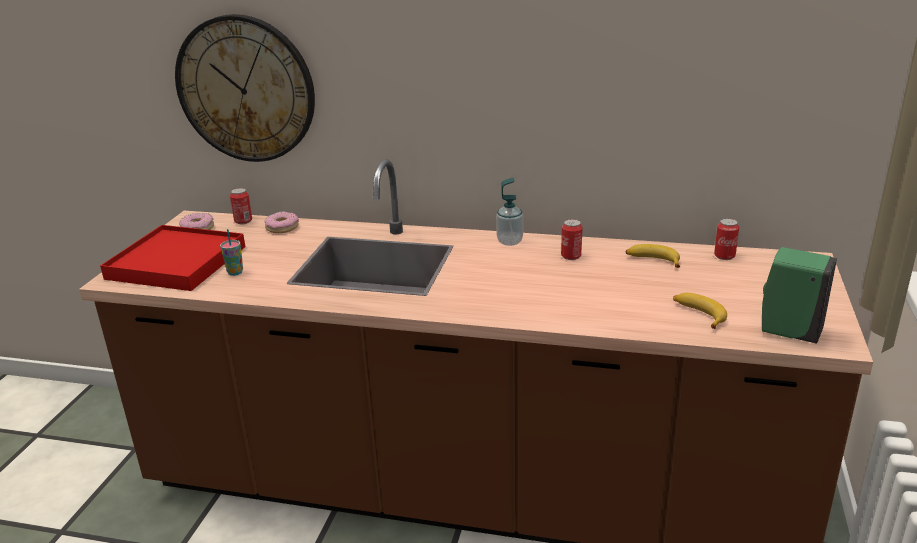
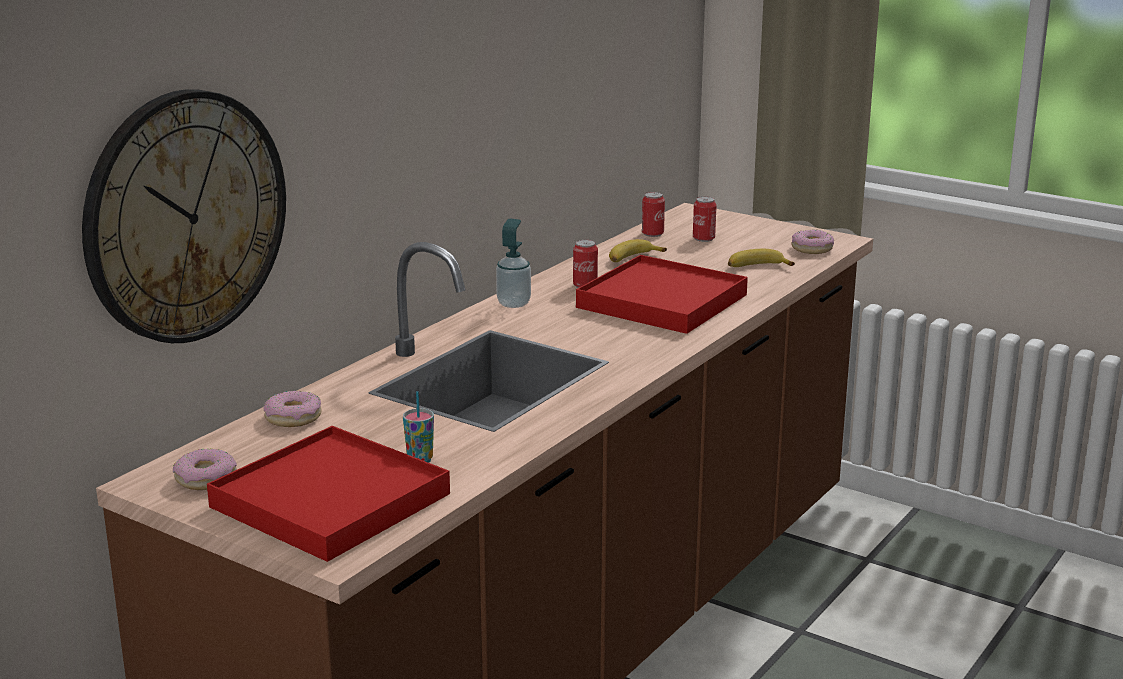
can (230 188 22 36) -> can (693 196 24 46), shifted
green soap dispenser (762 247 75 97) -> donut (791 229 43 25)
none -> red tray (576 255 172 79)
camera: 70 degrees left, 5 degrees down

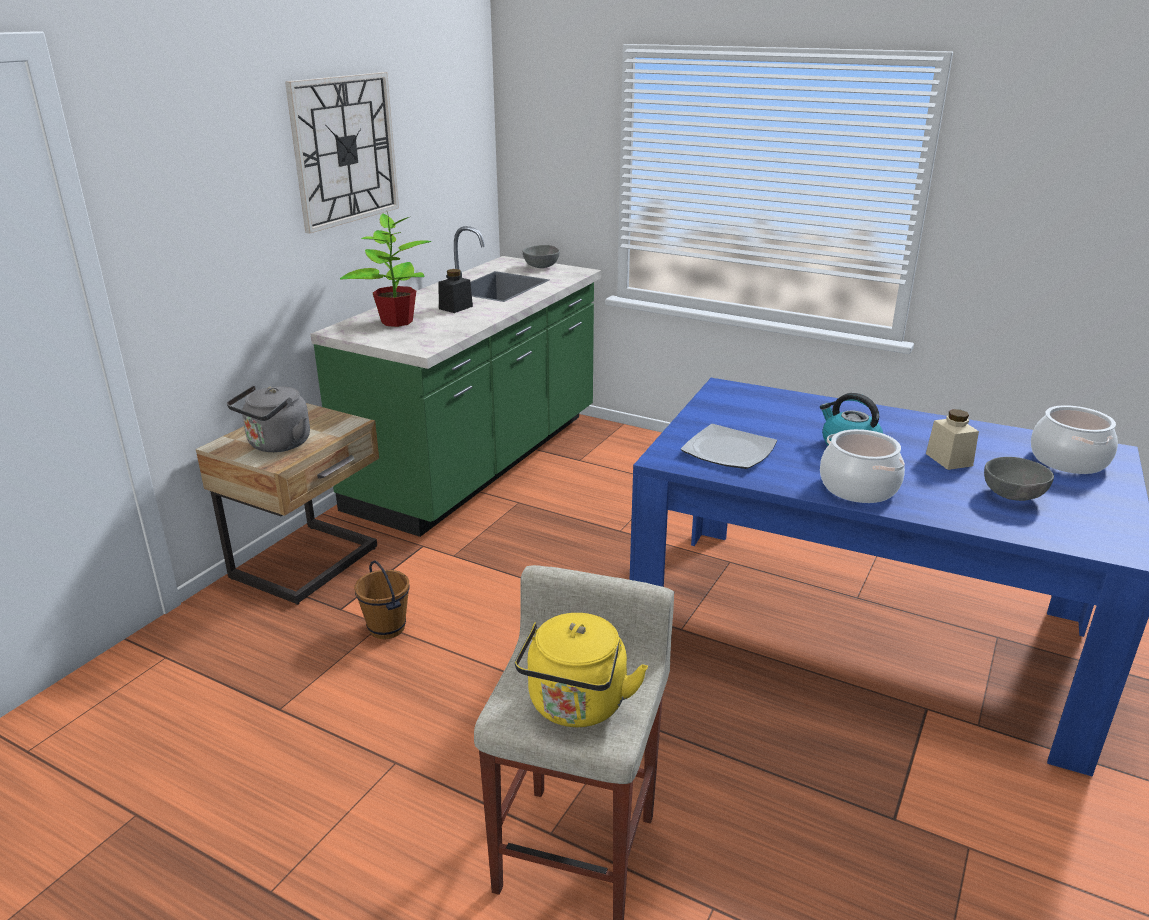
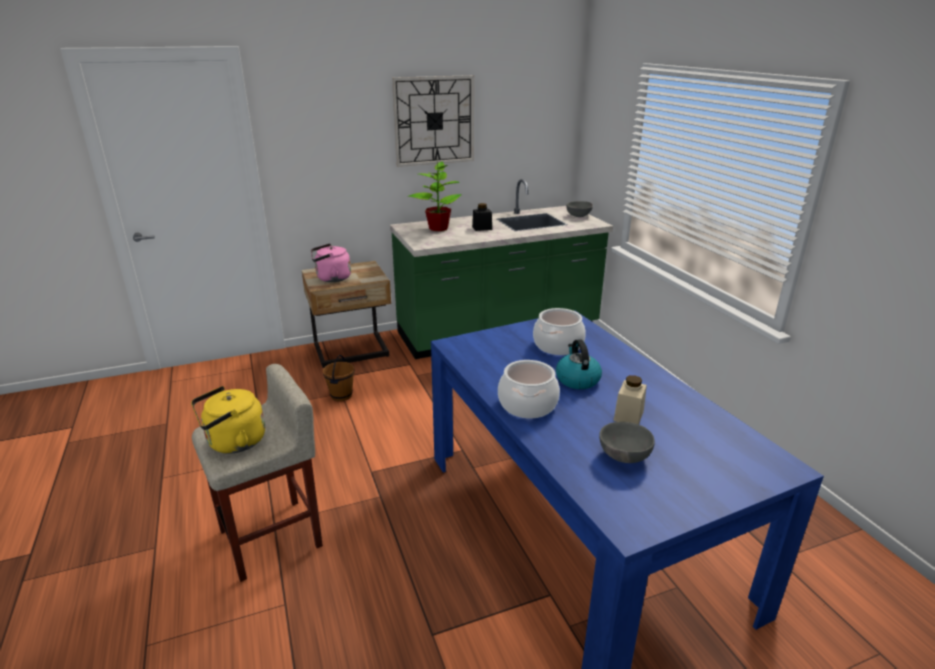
grey kettle (227 385 83 67) -> pink kettle (311 243 40 39)
cooking pot (1031 405 87 69) -> cooking pot (533 308 53 47), shifted
plate (681 424 96 45) -> none
camera: 40 degrees right, 0 degrees up

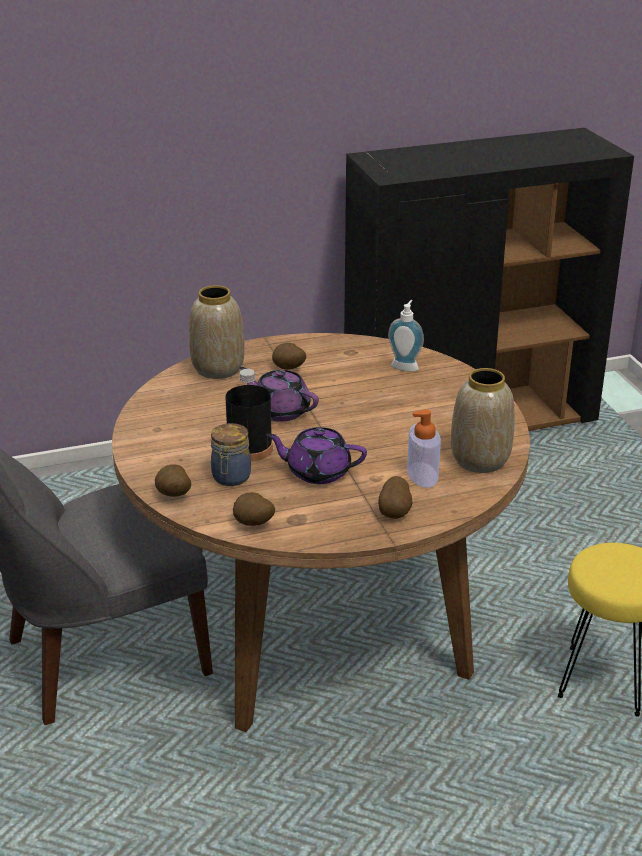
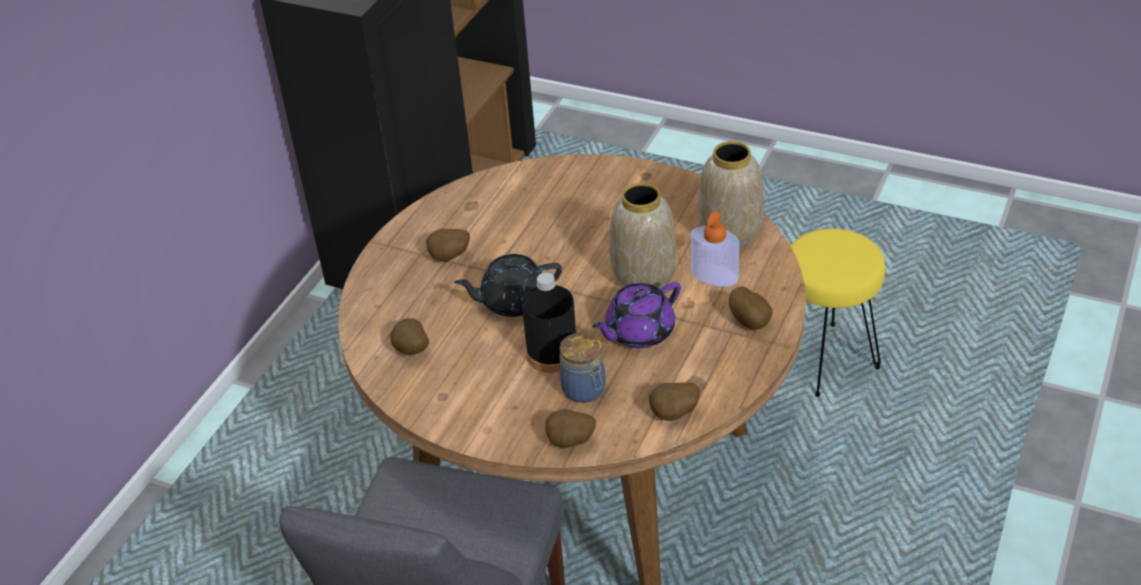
vase (189 285 56 94) -> vase (609 183 67 105), shifted
soap dispenser (388 300 36 72) -> none
purple teapot (239 367 80 55) -> black teapot (454 254 108 63)
none -> potato (390 318 39 37)
camera: 45 degrees left, 10 degrees up

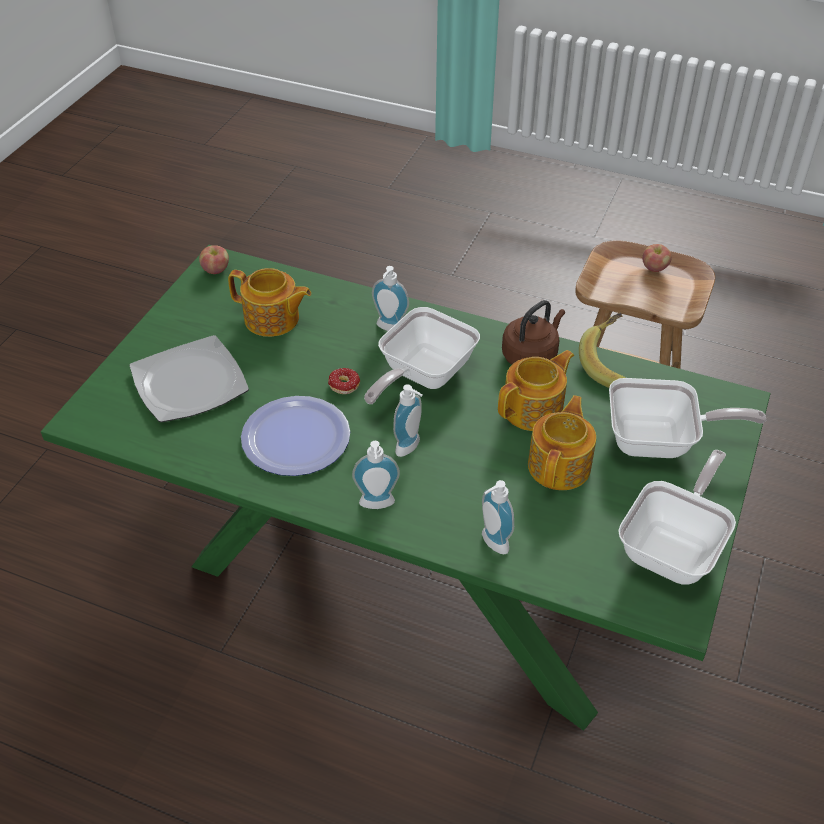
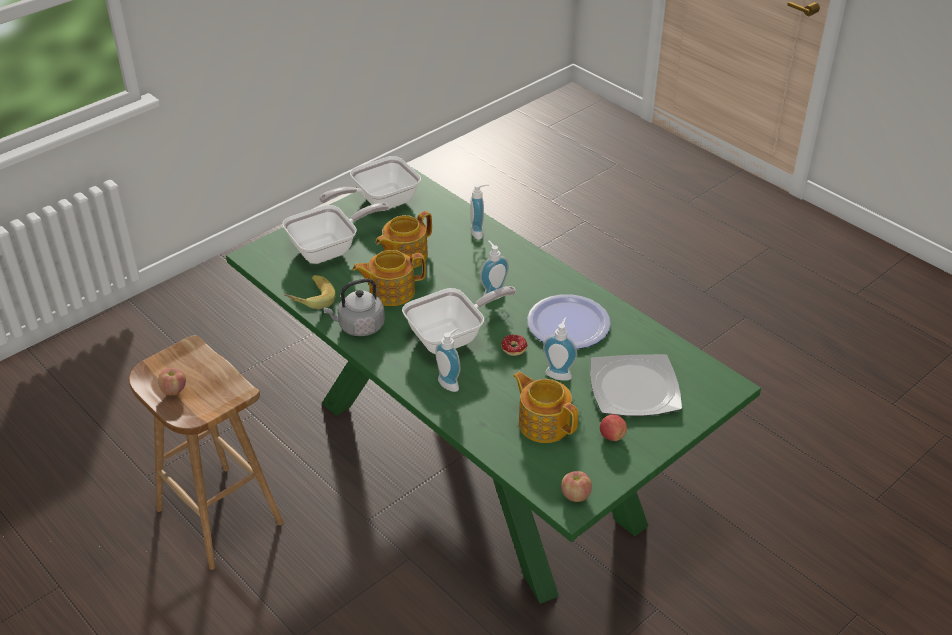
brown kettle (502 300 63 65) -> grey kettle (323 278 62 58)
frying pan (609 378 158 80) -> frying pan (282 203 107 61), 120 degrees clockwise
soap dispenser (352 441 48 68) -> soap dispenser (543 317 34 63), shifted
none -> apple (600 414 27 27)
camera: 155 degrees left, 5 degrees down

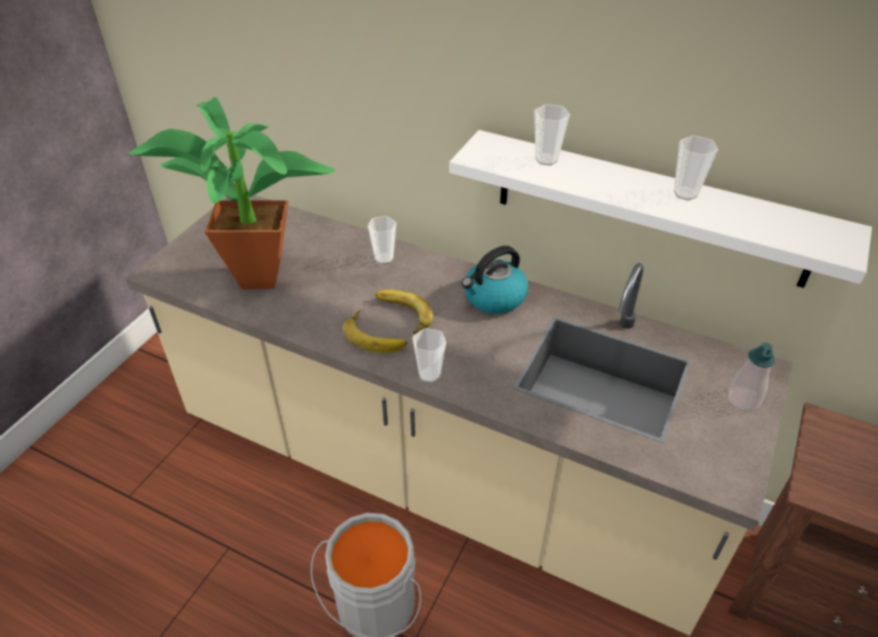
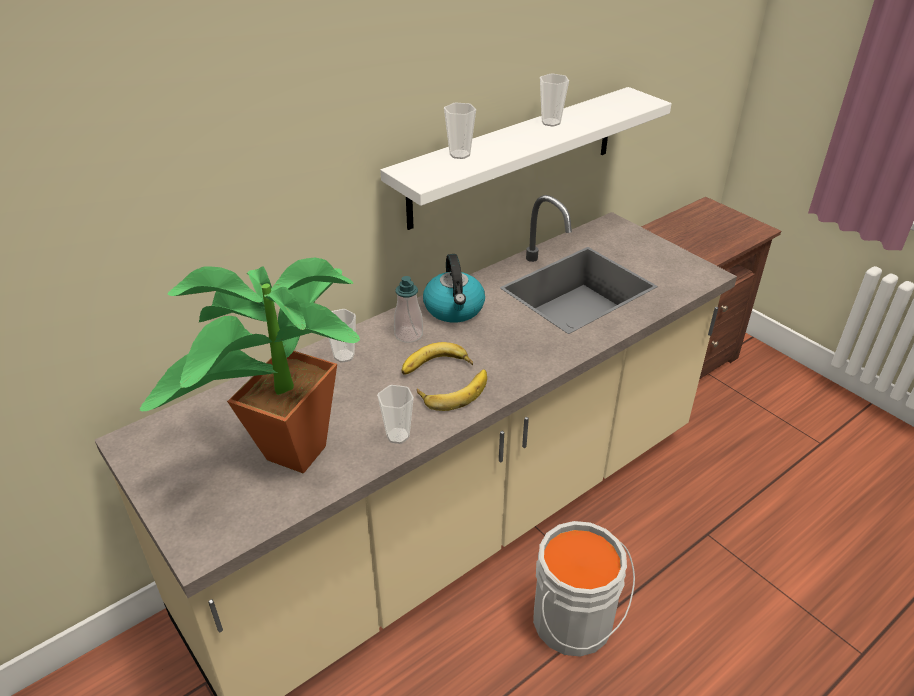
cup (412 328 34 55) -> cup (377 385 37 59), shifted
soap dispenser (728 343 48 68) -> soap dispenser (394 276 29 67), shifted
camera: 65 degrees left, 5 degrees down

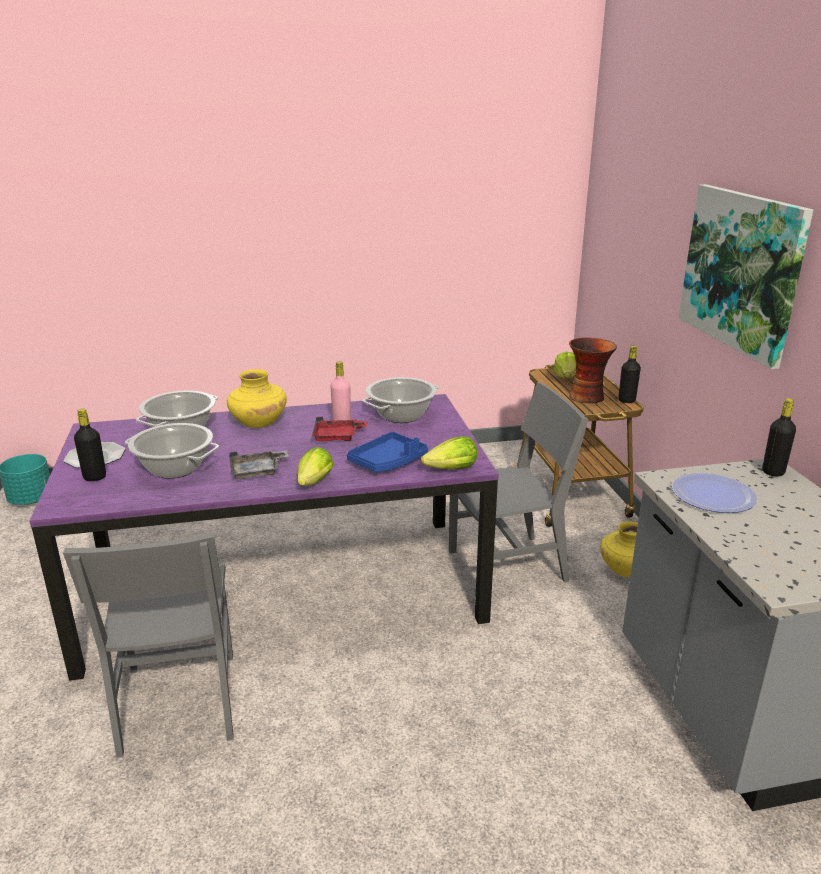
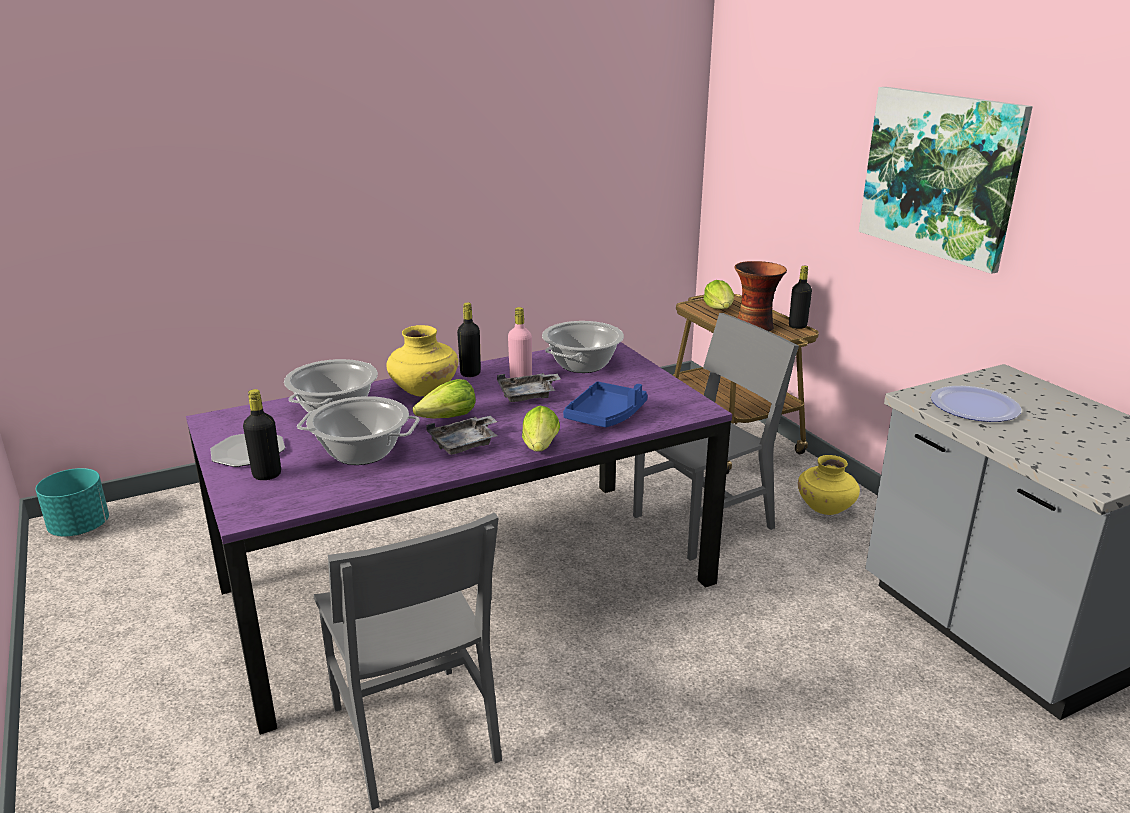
black bottle (762 398 34 79) -> black bottle (457 302 24 75), shifted
red tray (311 417 57 24) -> grey tray (497 373 64 29)
lettuce (421 436 56 33) -> lettuce (413 379 63 39), shifted
camera: 15 degrees left, 0 degrees up

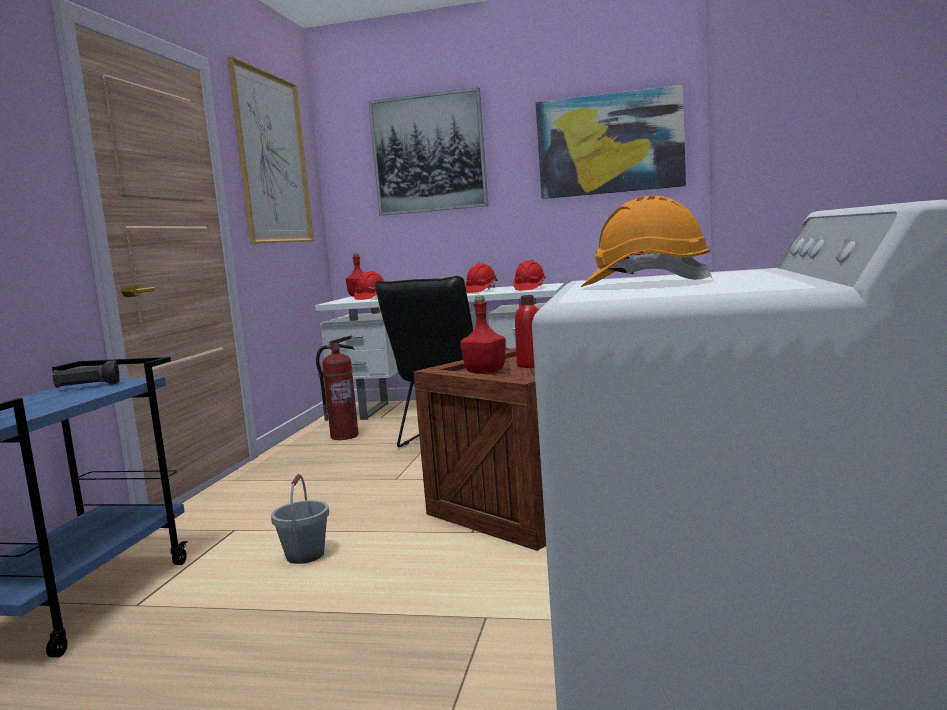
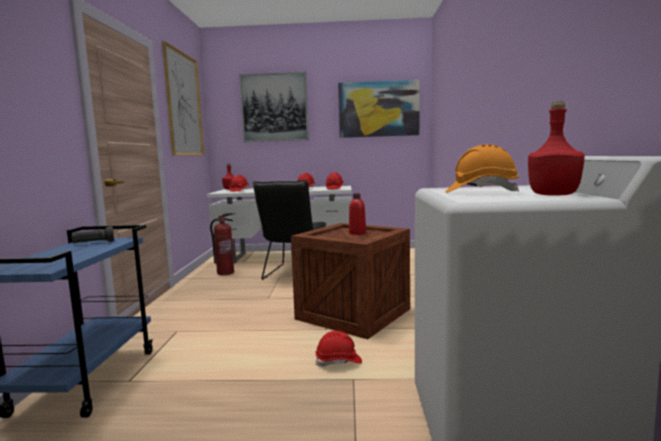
red bottle (460 296 46 78) -> red bottle (528 101 57 95), shifted
grey bucket (271 474 58 90) -> none
none -> red hard hat (316 331 46 36)
camera: 10 degrees left, 0 degrees up

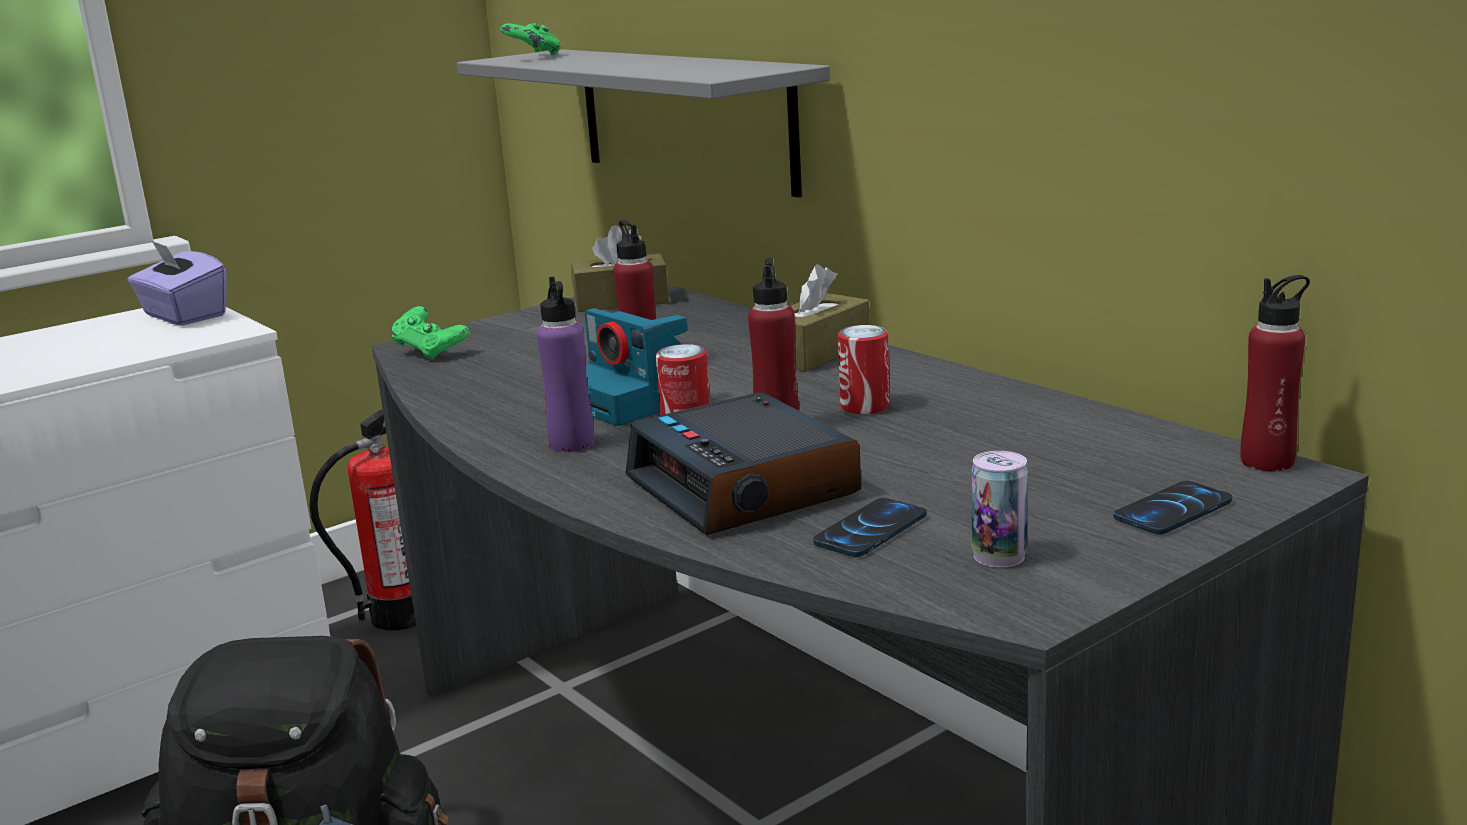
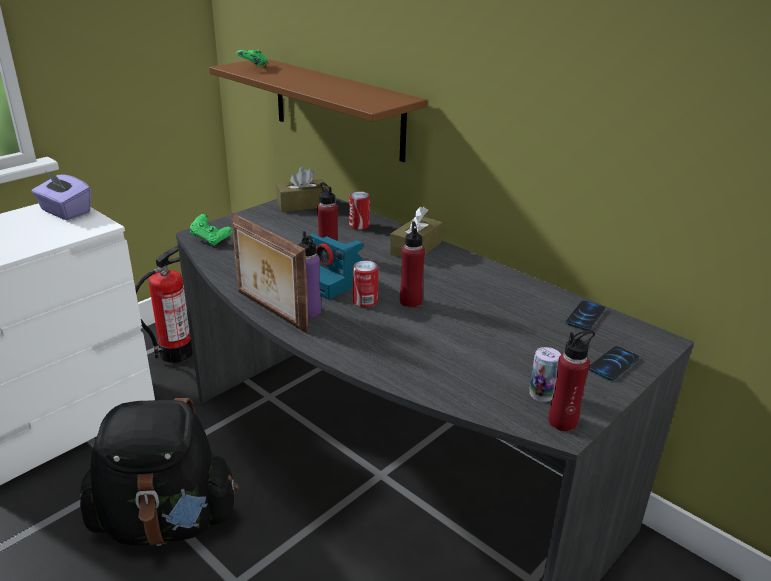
grey shelf (457 49 373 149) -> brown shelf (209 59 218 103)
red bottle (1240 275 70 196) -> red bottle (548 330 47 101), shifted
can (838 325 52 89) -> can (349 191 21 39), shifted
alarm clock (626 392 235 143) -> none
phone (813 498 114 59) -> phone (566 300 39 30), shifted
none -> picture frame (231 213 78 120)
camera: 10 degrees left, 10 degrees up

